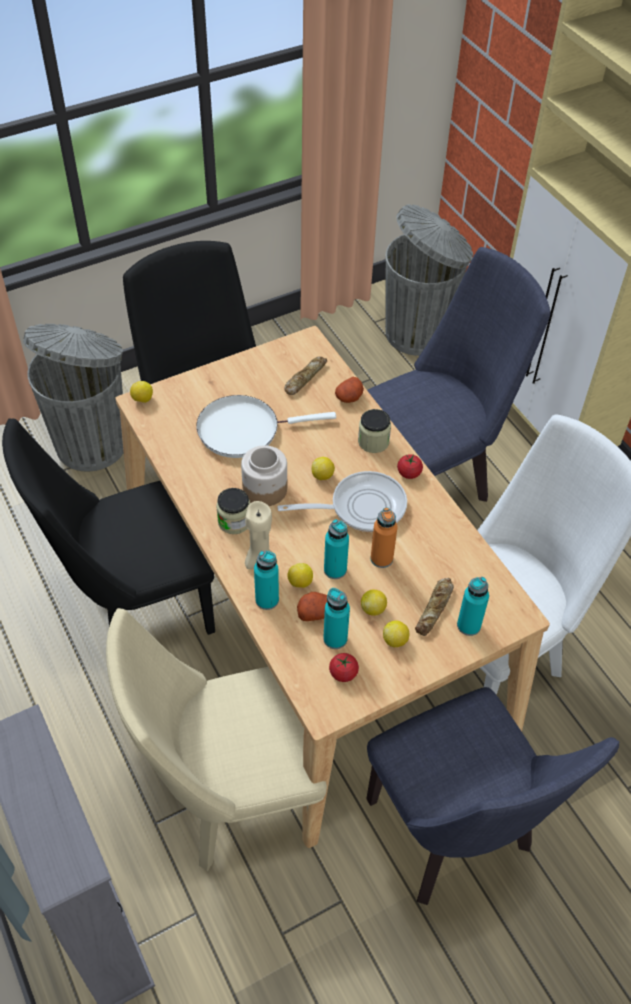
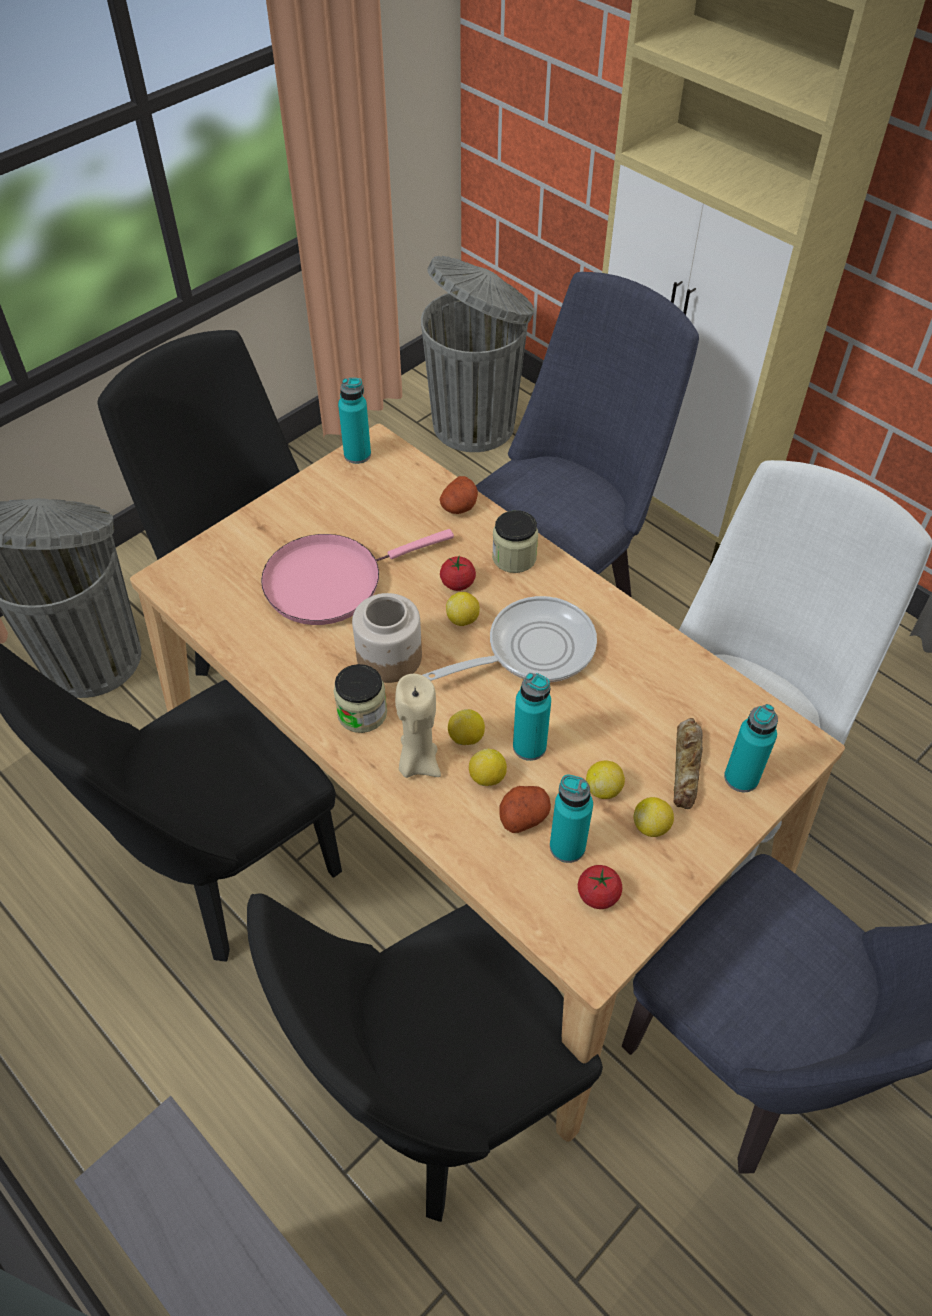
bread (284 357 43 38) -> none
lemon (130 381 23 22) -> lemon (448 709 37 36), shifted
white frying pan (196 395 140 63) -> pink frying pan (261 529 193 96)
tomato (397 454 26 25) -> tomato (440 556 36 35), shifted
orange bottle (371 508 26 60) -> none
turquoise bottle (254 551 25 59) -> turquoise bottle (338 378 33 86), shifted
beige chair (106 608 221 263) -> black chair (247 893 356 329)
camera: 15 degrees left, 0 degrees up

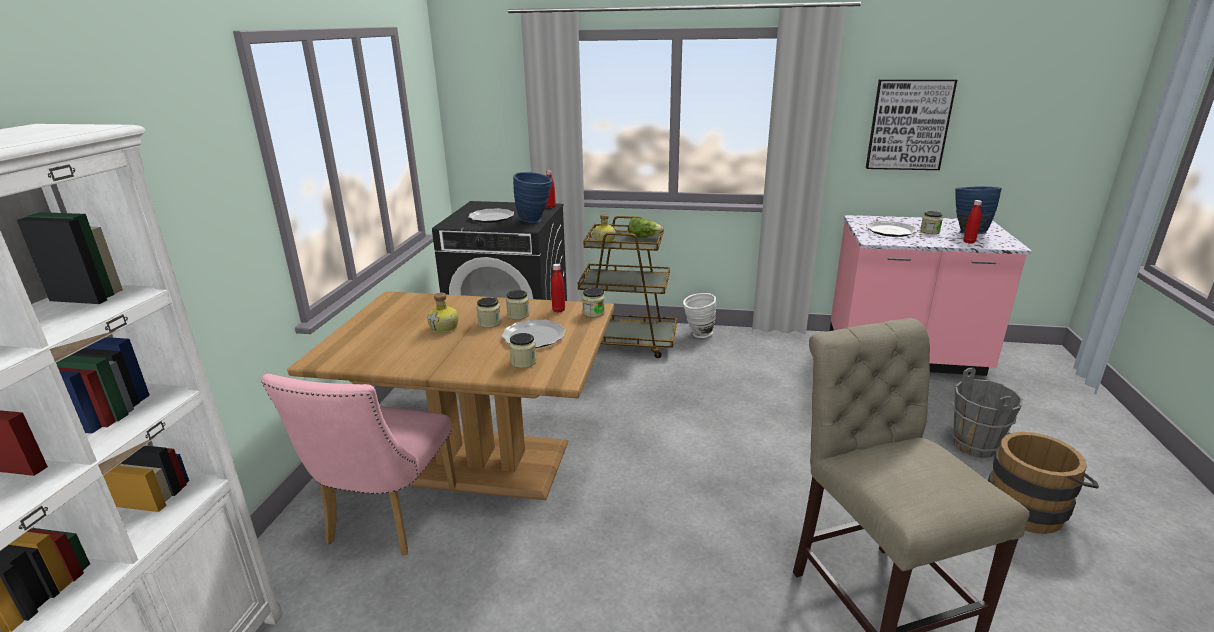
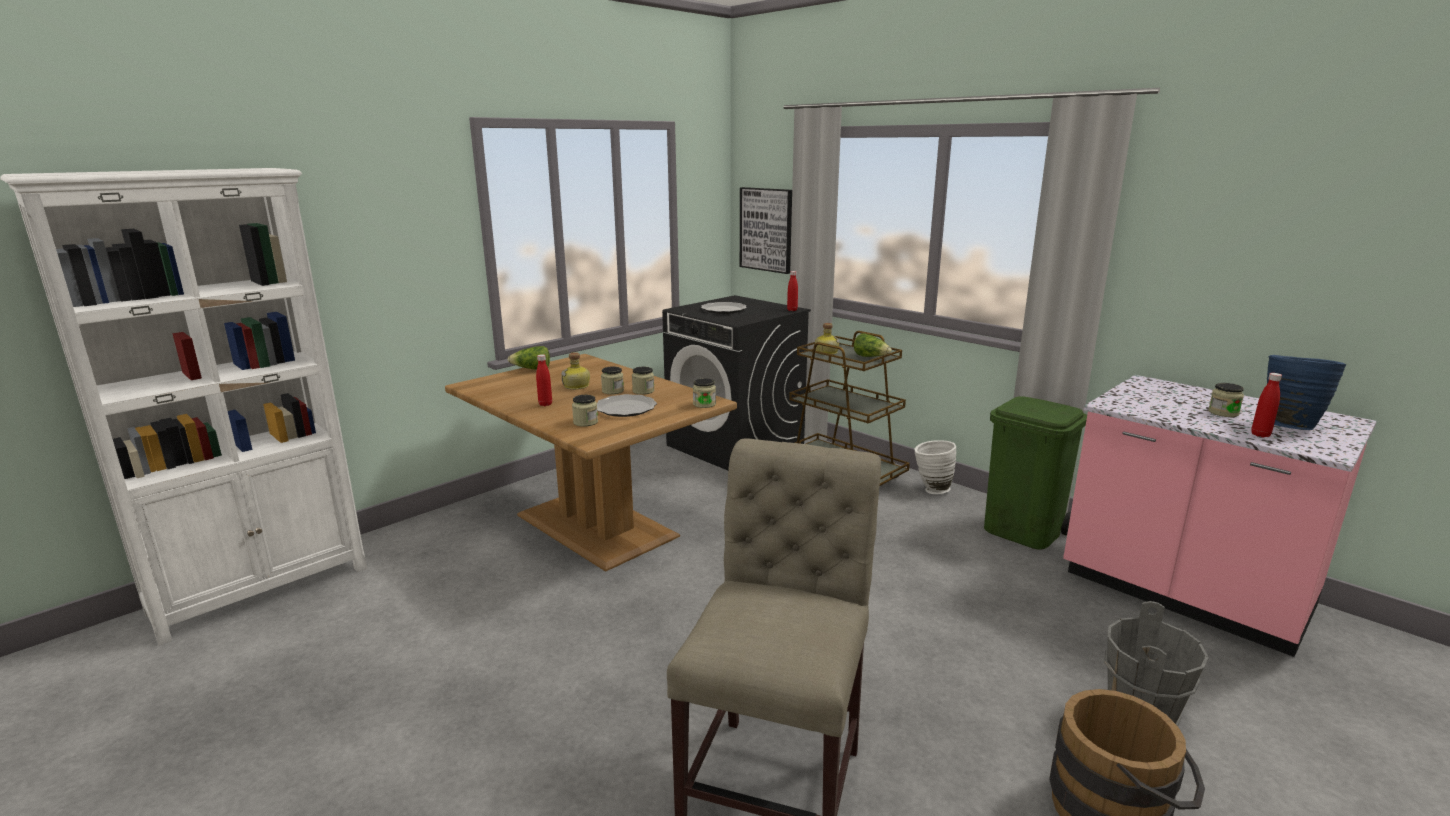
picture (866 79 91 91) -> picture (740 187 52 87), shifted
blue vase (513 172 39 51) -> none
plate (866 221 51 16) -> none
red bottle (551 264 14 49) -> red bottle (536 354 16 52), shifted
pink chair (261 374 195 181) -> none
none -> lettuce (507 346 43 24)
none -> green trash can (984 396 103 154)
camera: 35 degrees right, 5 degrees down

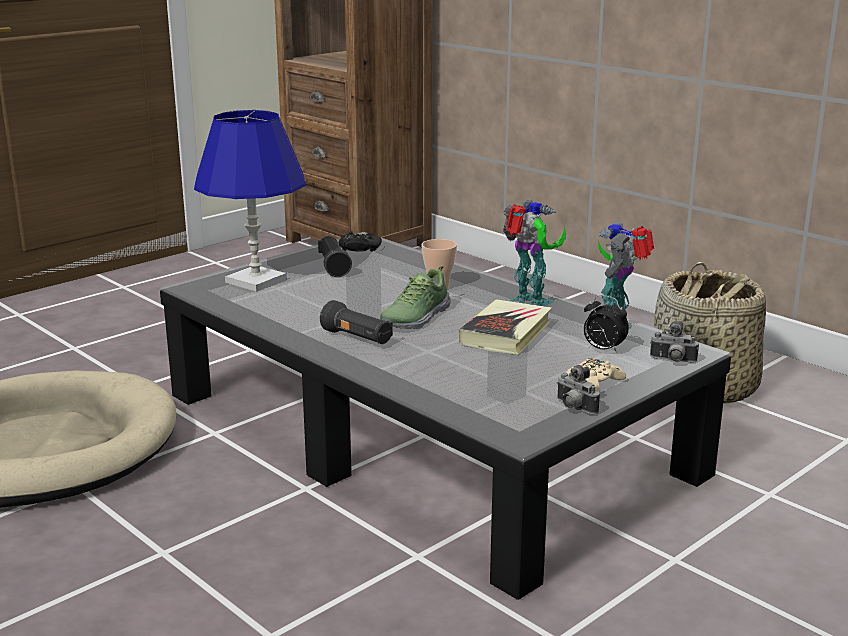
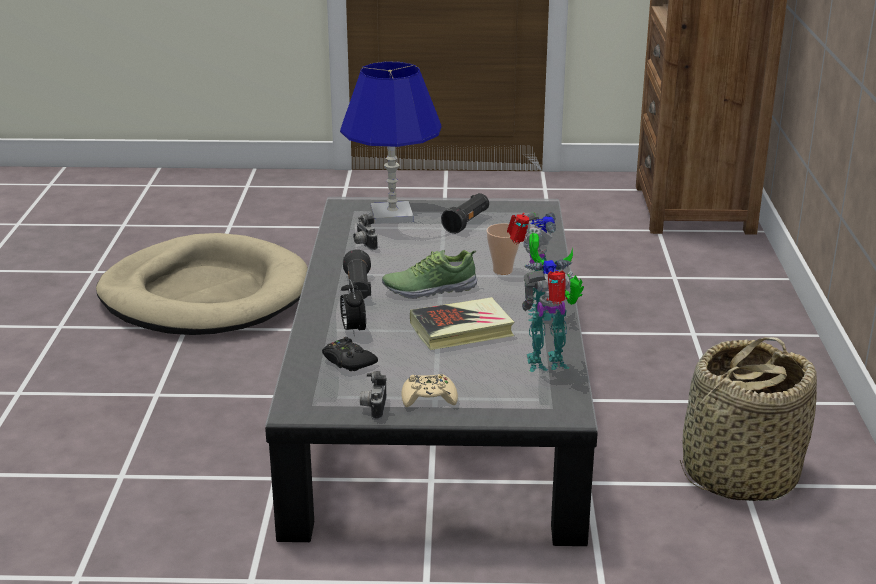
black game controller (339 231 43 21) -> black game controller (322 337 56 34), shifted
alarm clock (584 295 45 58) -> alarm clock (340 279 26 58), shifted
photo camera (650 321 49 42) -> photo camera (353 214 25 36), shifted
camera: 45 degrees right, 5 degrees up

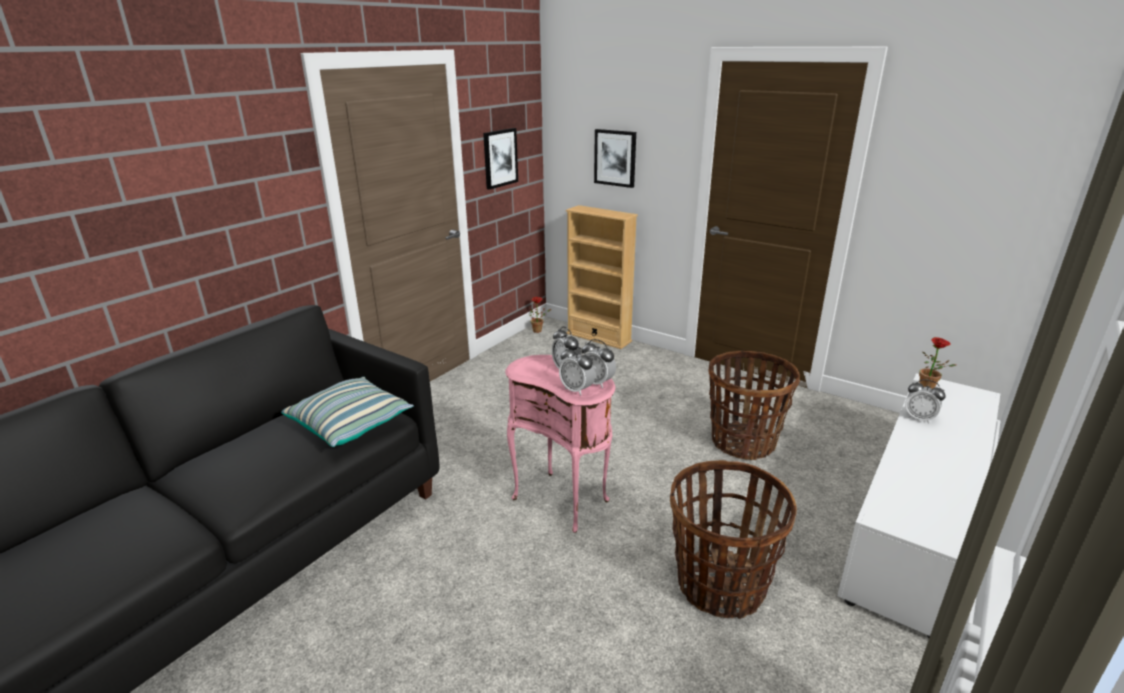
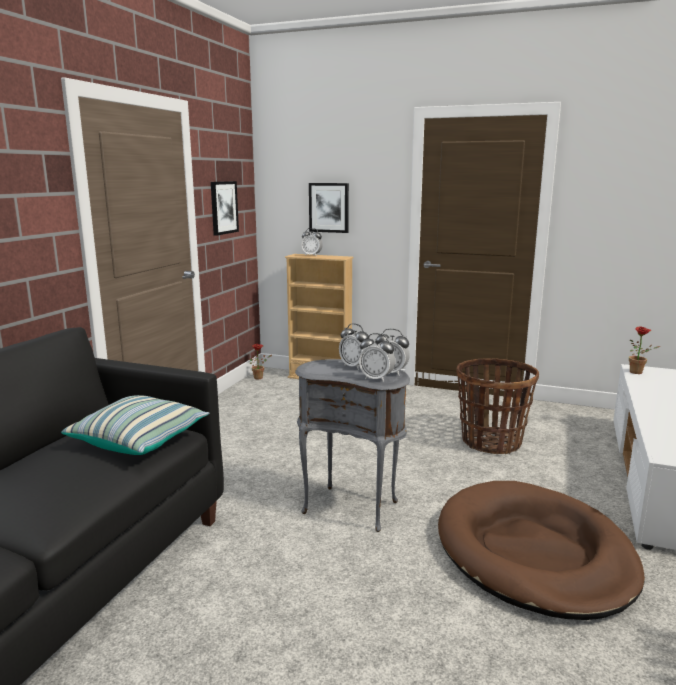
pink side table (505 355 110 178) -> grey side table (295 359 115 173)
alarm clock (905 379 41 45) -> alarm clock (301 228 22 28), shifted
basket (670 460 127 159) -> brown dog bed (438 481 207 139)
camera: 15 degrees left, 10 degrees down

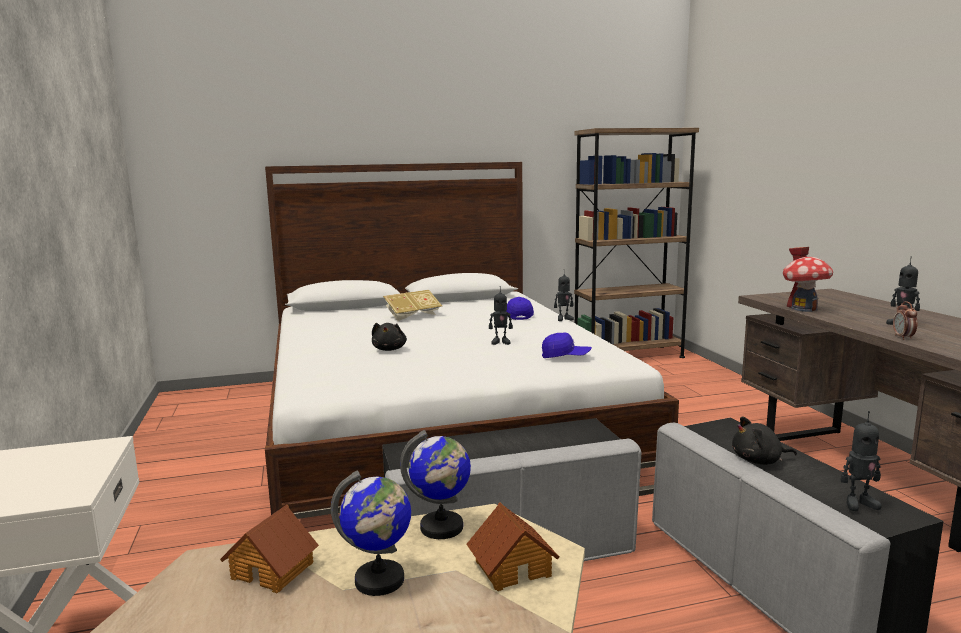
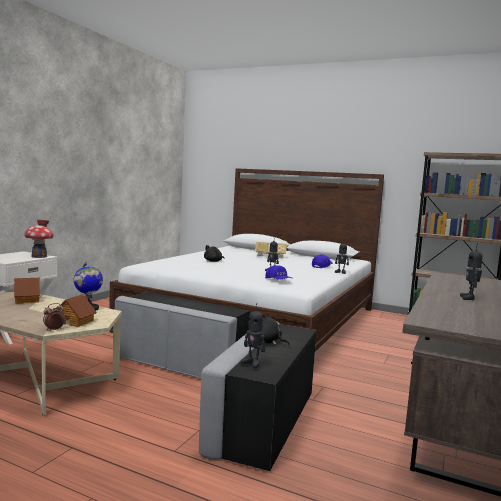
toy house (783 247 50 65) -> toy house (24 220 30 38), shifted
alarm clock (893 301 24 39) -> alarm clock (43 303 22 28), shifted
globe (331 471 80 125) -> none
camera: 40 degrees right, 5 degrees down

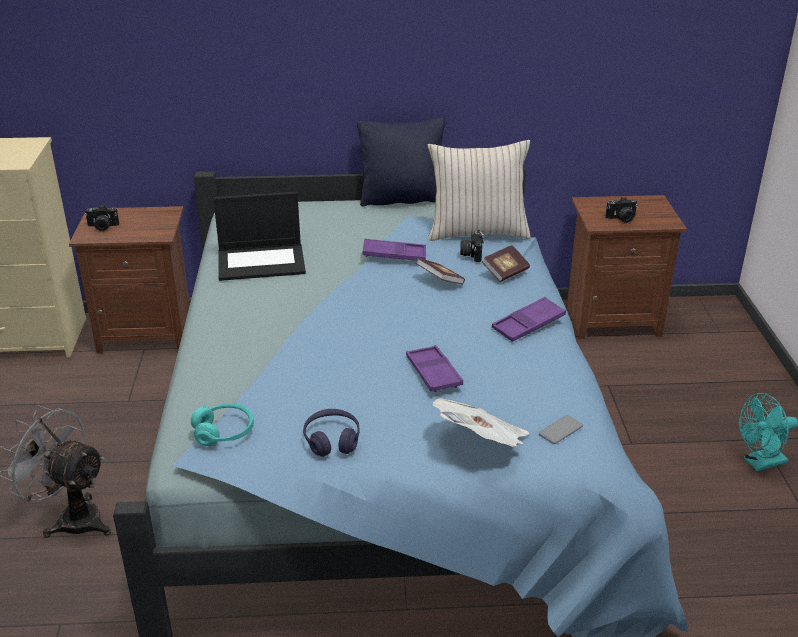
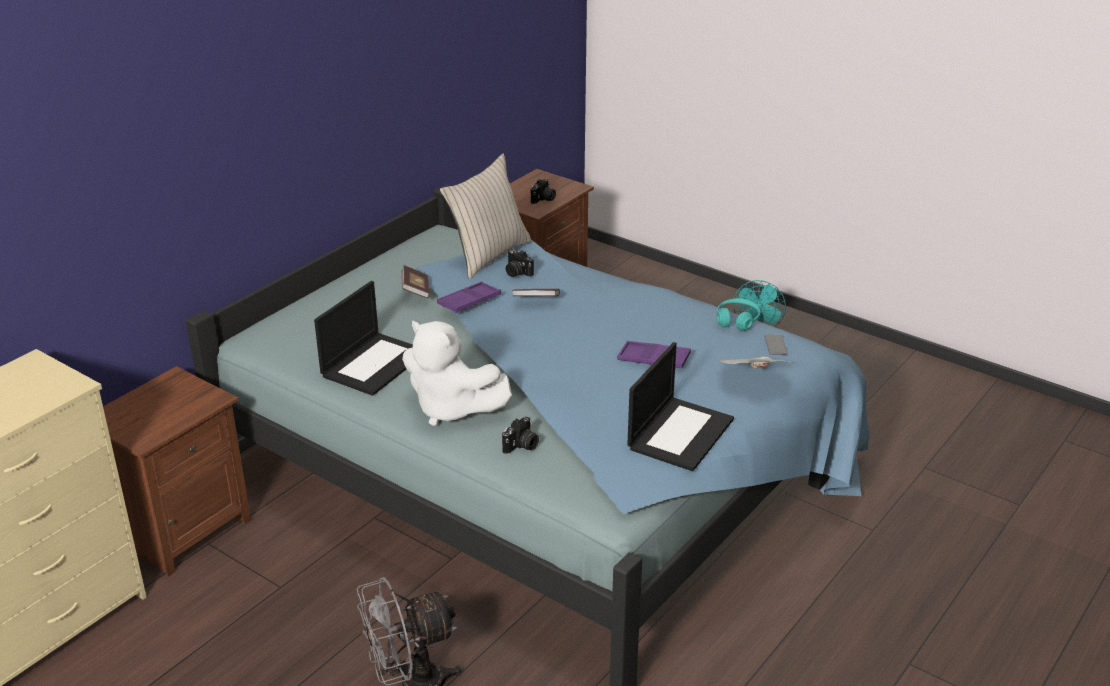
black pillow (357 118 88 88) -> none
photo camera (85 205 34 26) -> photo camera (502 416 37 38), shifted
book (482 245 48 37) -> book (402 265 28 33), shifted
purple tray (492 297 74 45) -> none
turquoise headphones (191 403 63 43) -> turquoise headphones (717 298 43 33), shifted
purple headphones (303 409 56 48) -> laptop (627 342 107 129)
none -> white plush toy (402 321 110 105)
camera: 50 degrees left, 0 degrees up

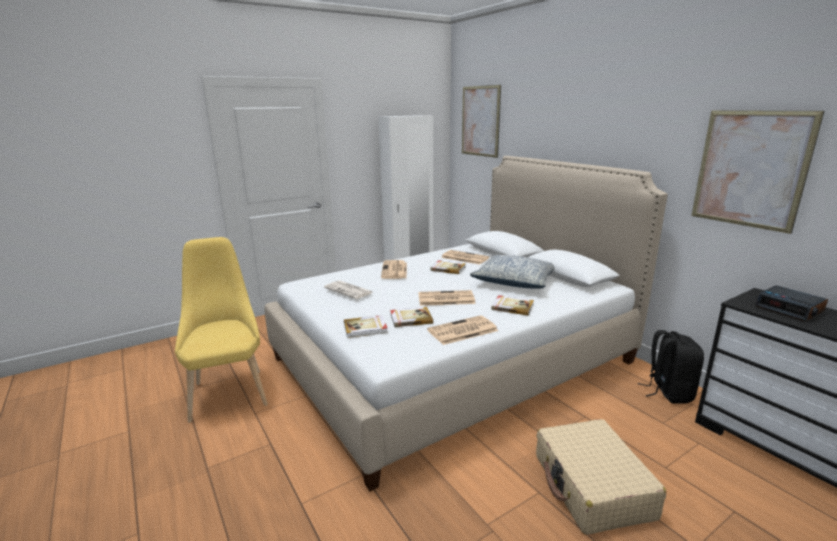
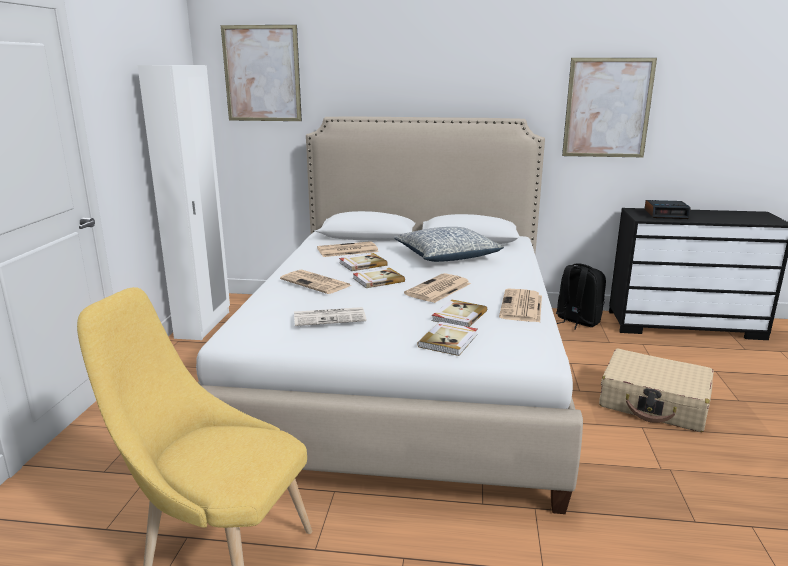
book (491 295 43 21) -> book (353 268 52 20), shifted
camera: 50 degrees left, 0 degrees up

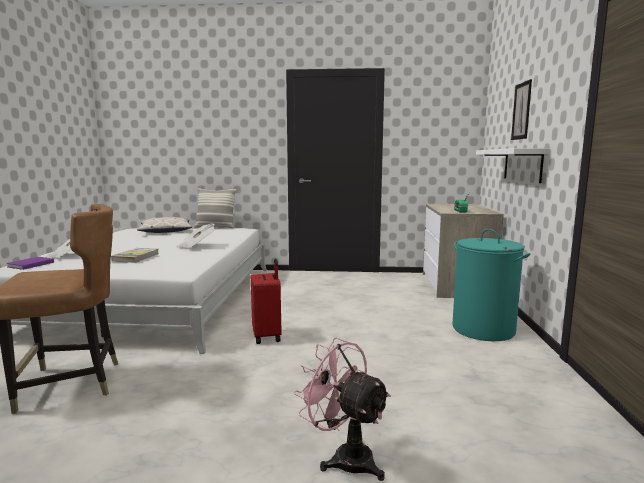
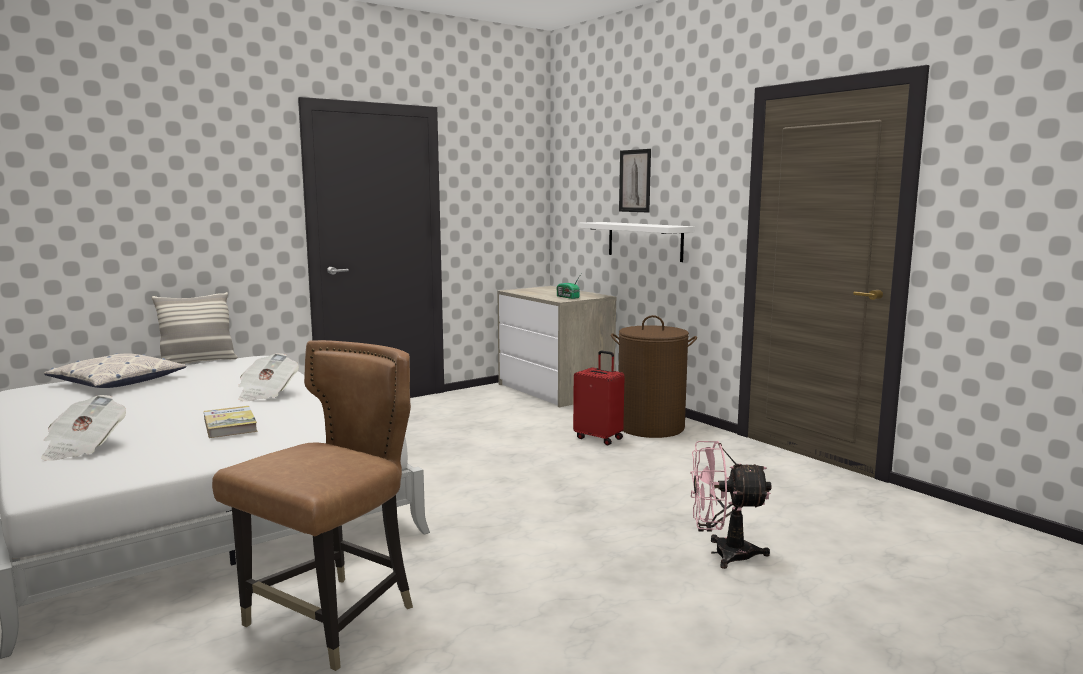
turquoise laundry basket (452 229 78 112) -> brown laundry basket (611 315 86 123)
purple book (6 257 48 13) -> none
red suitcase (251 259 31 85) -> red suitcase (573 350 52 95), shifted
camera: 40 degrees left, 0 degrees up

